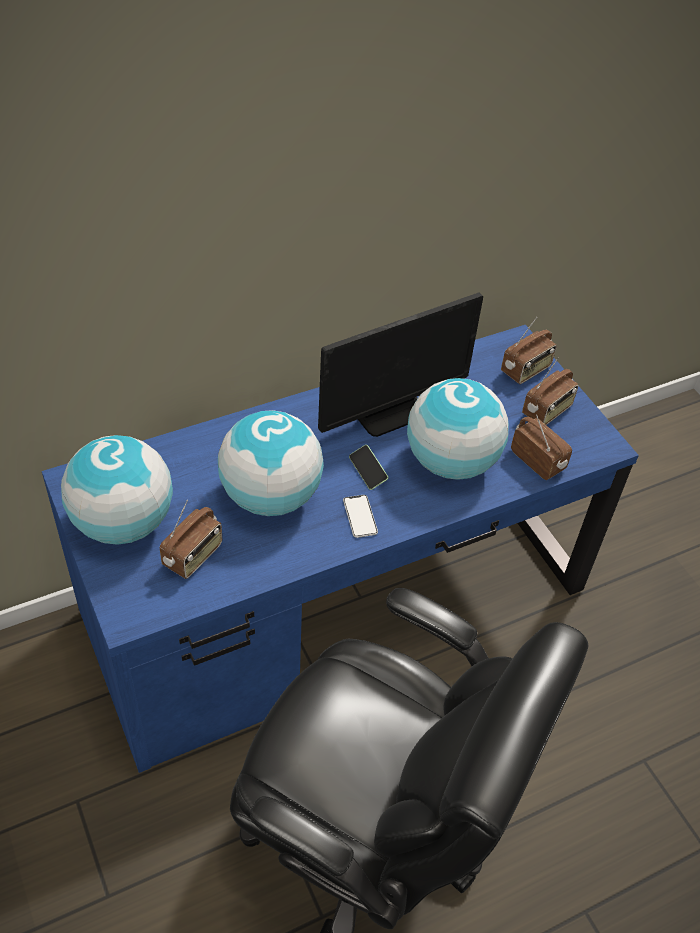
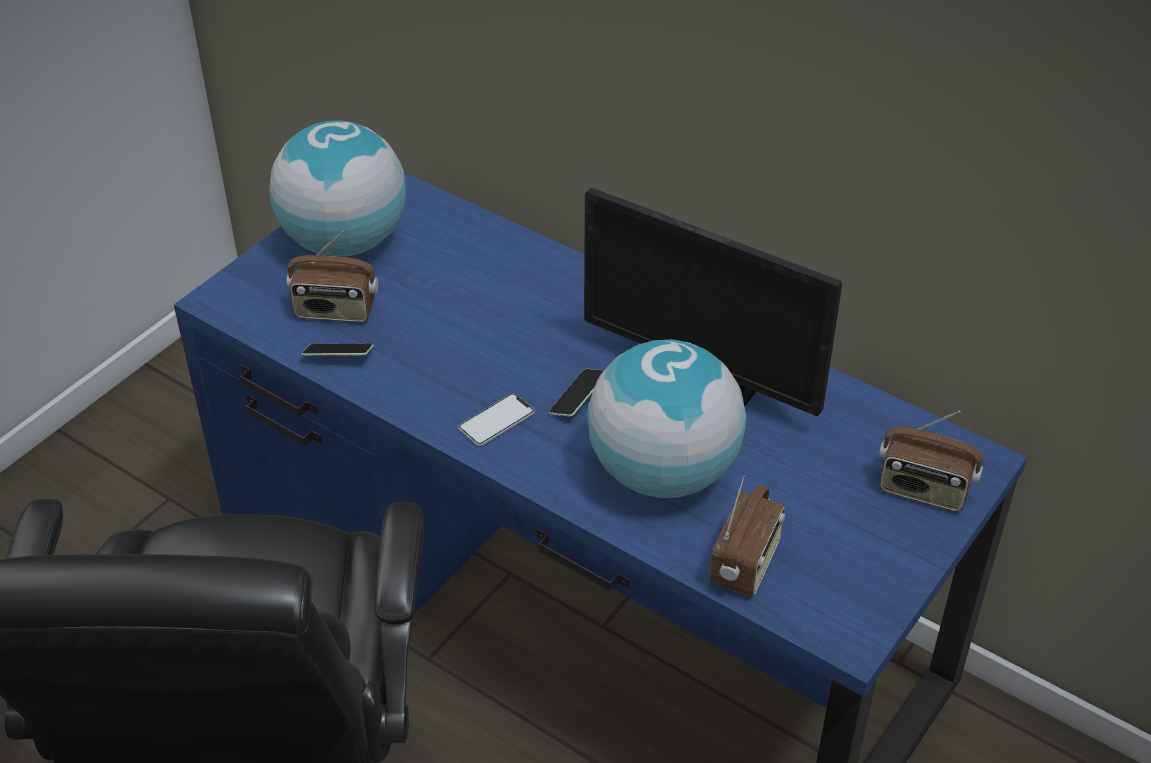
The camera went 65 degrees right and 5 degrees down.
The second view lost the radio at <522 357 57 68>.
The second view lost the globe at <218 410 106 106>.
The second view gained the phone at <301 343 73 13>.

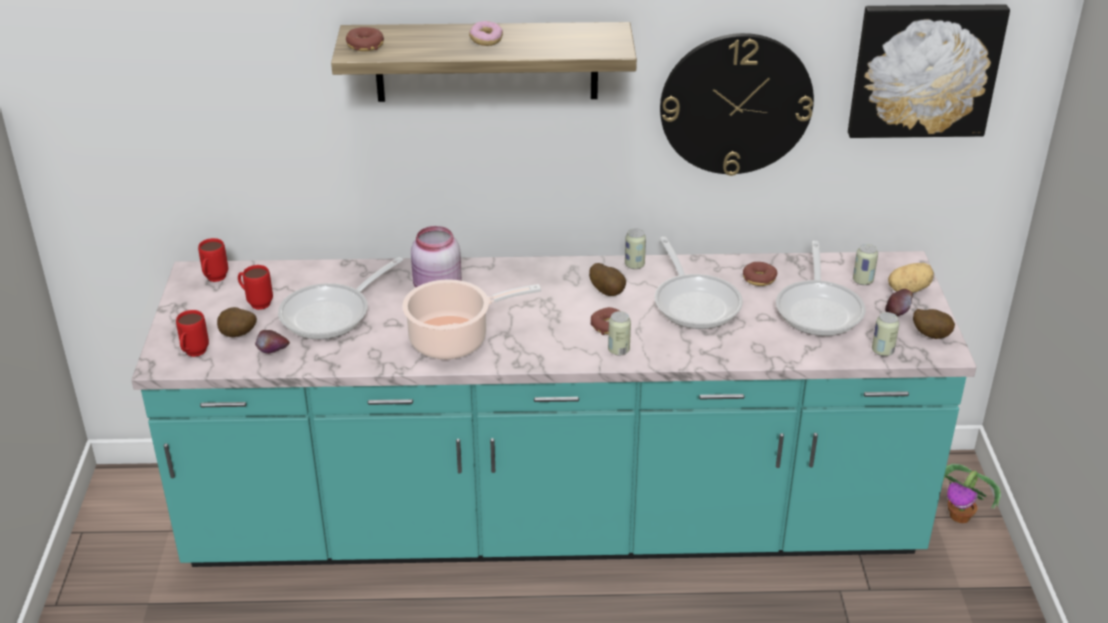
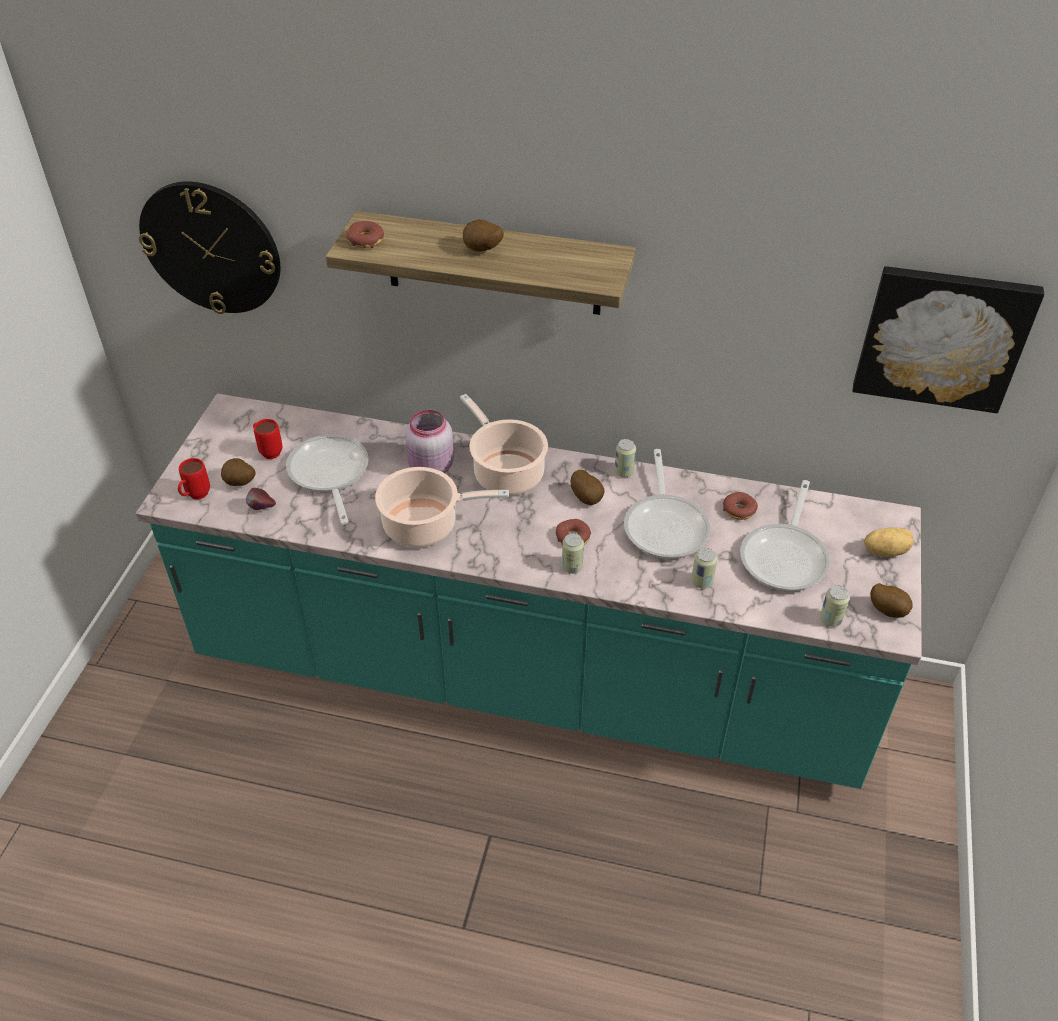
The camera went 15 degrees right and 10 degrees up.
Where the donut stood at <469 21 34 25>, the potato came to stand at <463 219 41 33>.
The wall clock ended up elsewhere, having gone from <660 33 154 143> to <139 181 141 133>.
The second view lost the mug in red at <198 238 30 44>.
The can ended up elsewhere, having gone from <853 244 25 41> to <691 548 26 40>.
The frying pan at <278 257 125 82> ended up facing another way, 105 degrees clockwise from before.
The second view lost the apple at <885 289 28 27>.
The second view lost the potted plant at <943 464 58 59>.
The second view gained the cooking pot at <460 394 88 102>.

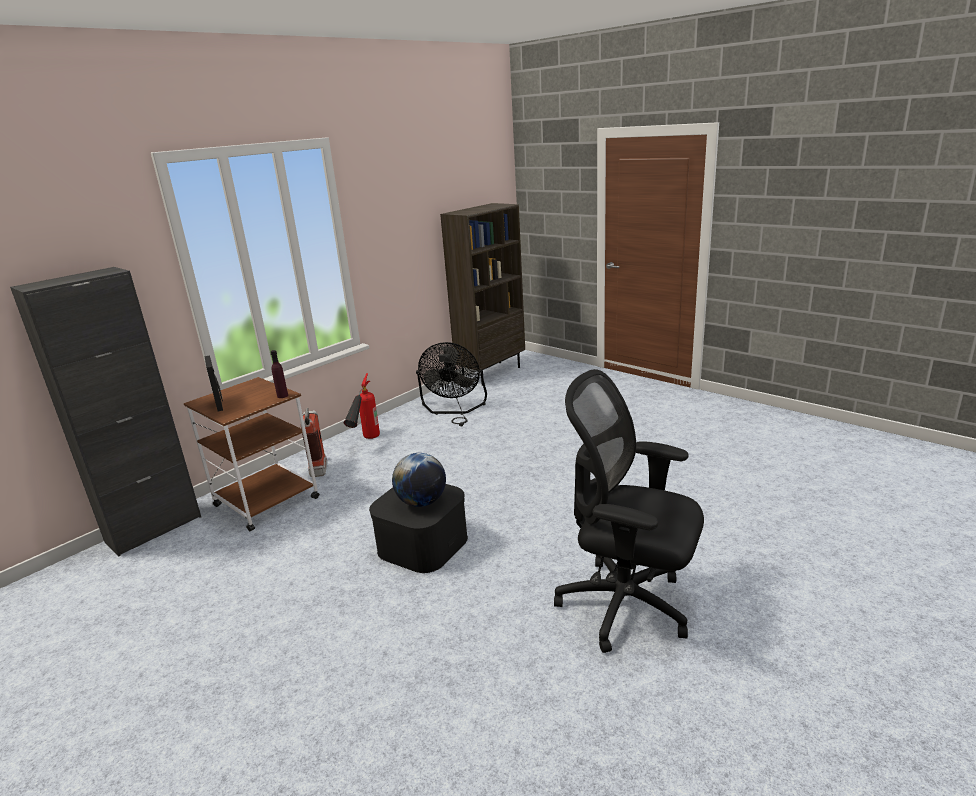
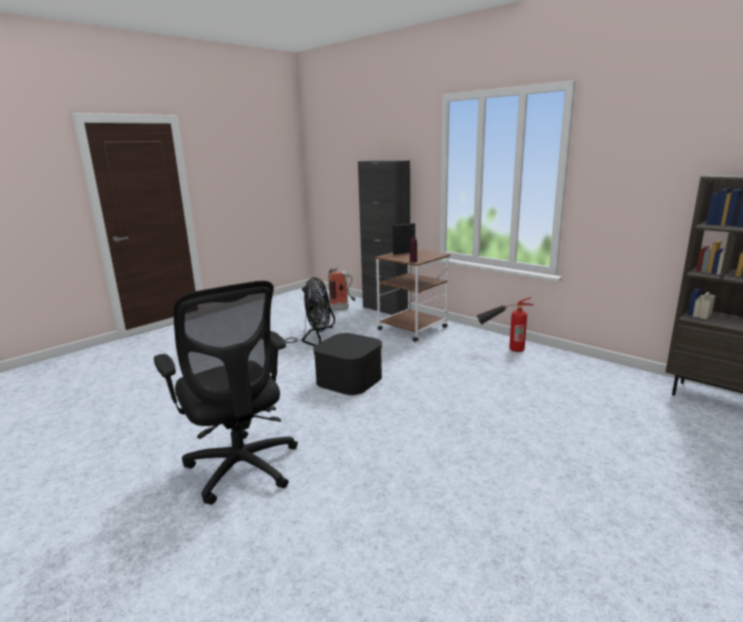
The camera went 90 degrees right and 5 degrees down.
The fan in black ended up elsewhere, having gone from <416 342 71 84> to <284 277 51 69>.
The office chair in black at <554 369 150 284> ended up facing another way, 120 degrees clockwise from before.
The fire extinguisher ended up elsewhere, having gone from <301 408 26 69> to <328 267 28 43>.
The second view lost the globe at <392 453 54 54>.

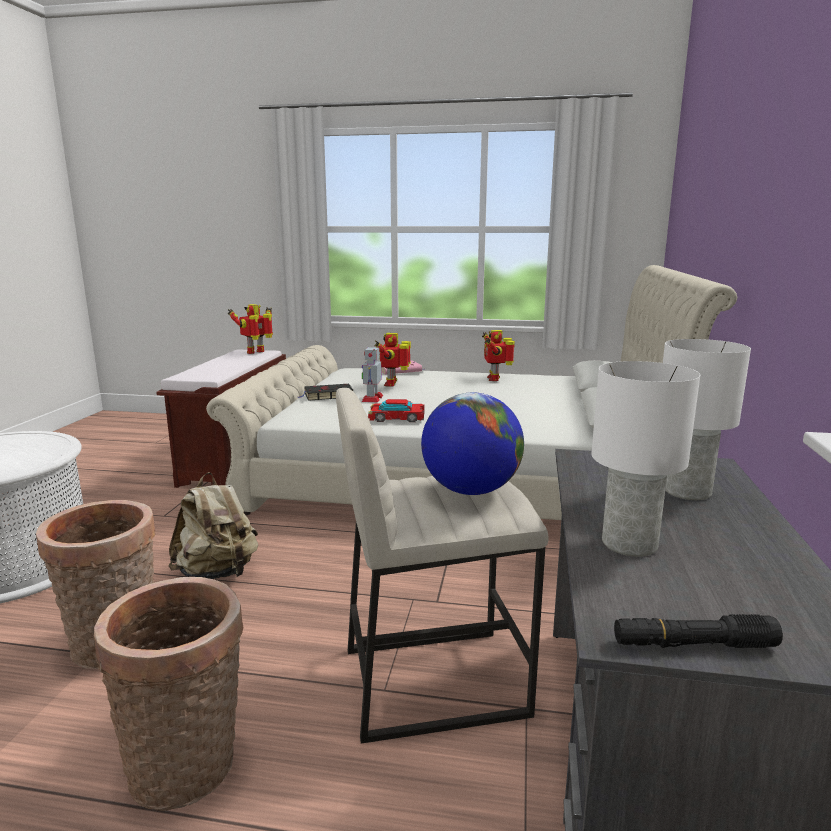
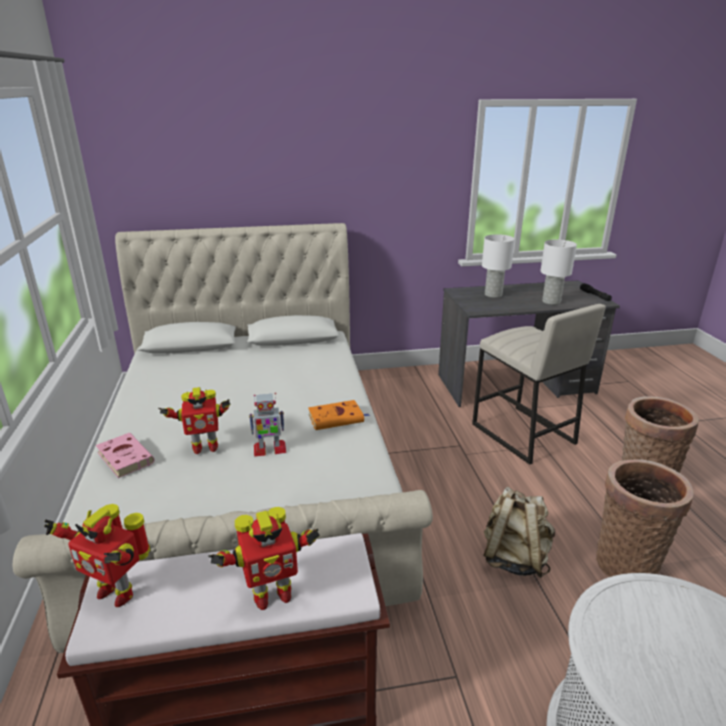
The camera went 110 degrees left and 10 degrees up.
The toy robot ended up elsewhere, having gone from <482 330 33 51> to <208 507 112 103>.
The second view lost the book in black at <298 384 55 17>.
The second view lost the globe at <421 392 103 103>.
Where the toy car stood at <368 399 56 23>, the book in orange came to stand at <308 400 62 30>.

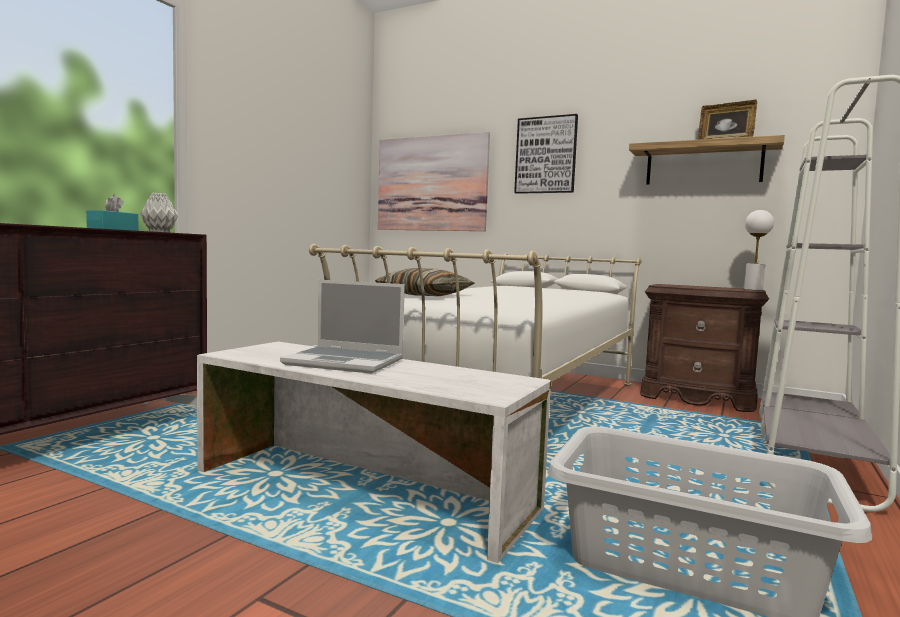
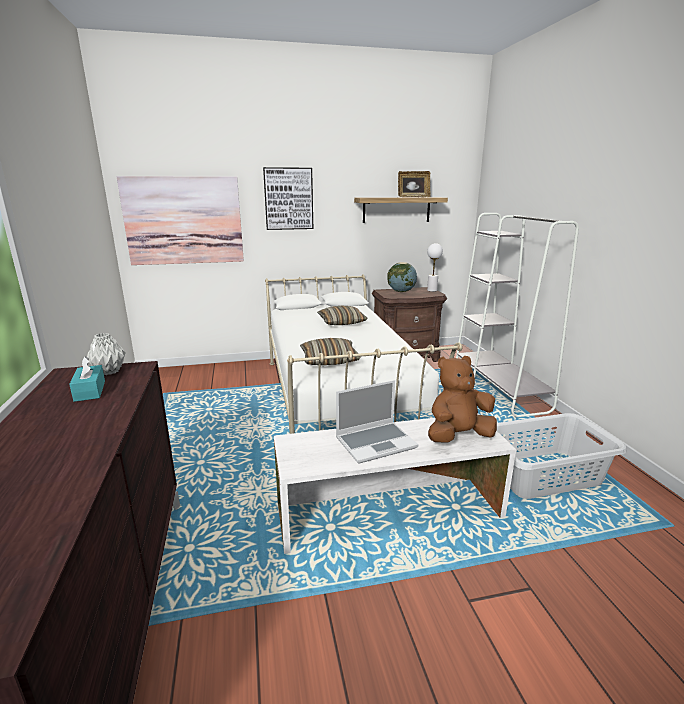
The camera went 40 degrees left and 15 degrees up.
The second view gained the globe at <387 262 30 30>.
The second view gained the pillow at <317 306 51 19>.
The second view gained the plush toy in brown at <428 356 69 87>.

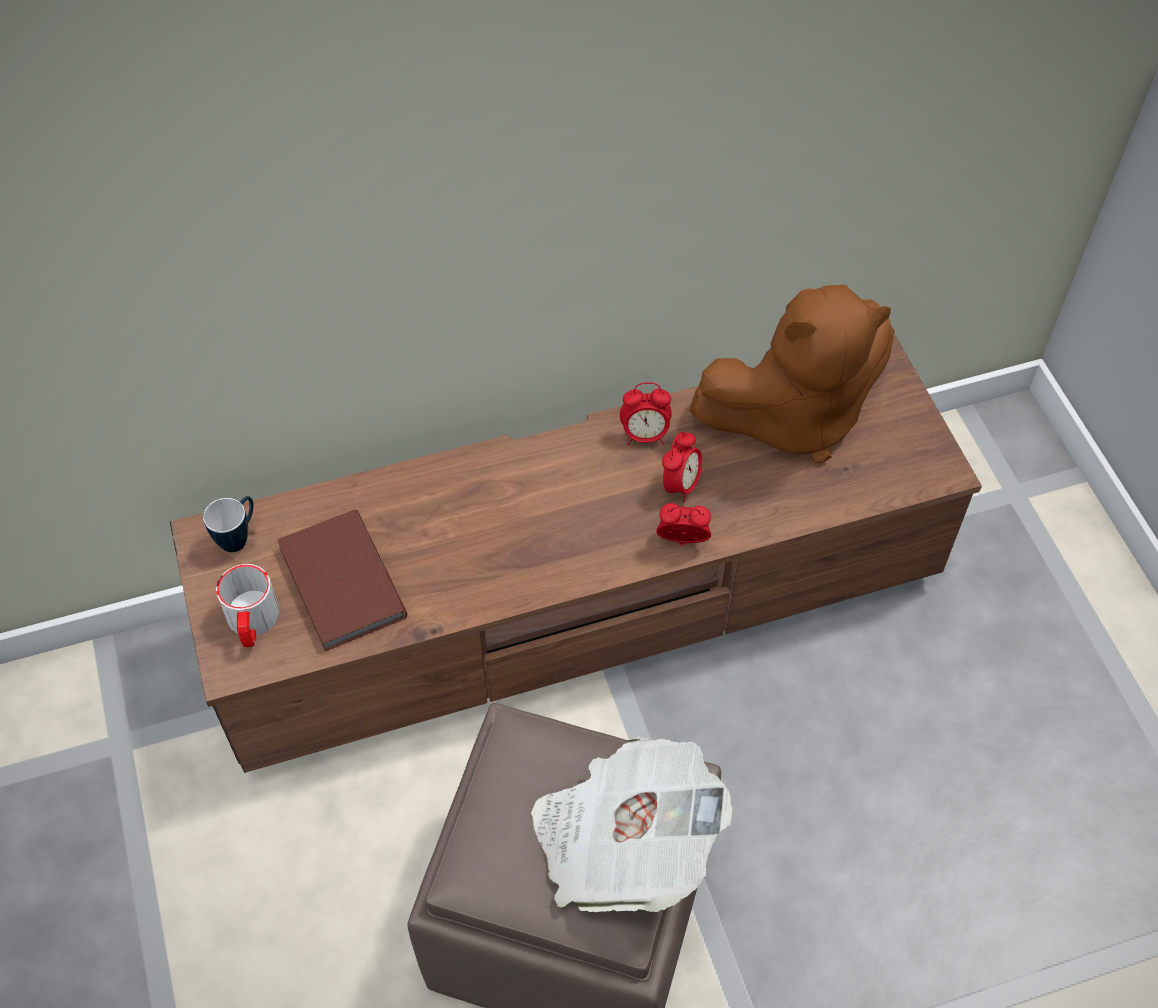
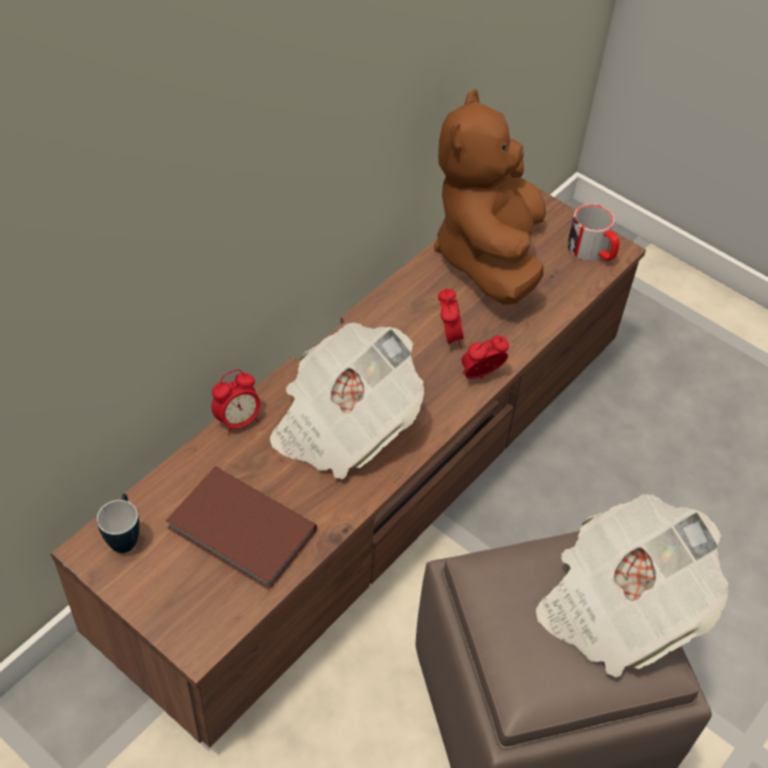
The camera went 35 degrees left and 5 degrees down.
The plush toy in brown at <689 285 206 178> ended up facing another way, 150 degrees clockwise from before.
The alarm clock ended up elsewhere, having gone from <620 382 52 63> to <211 369 49 66>.
The mug ended up elsewhere, having gone from <216 564 63 83> to <567 204 52 57>.
The second view gained the newspaper at <270 322 154 157>.

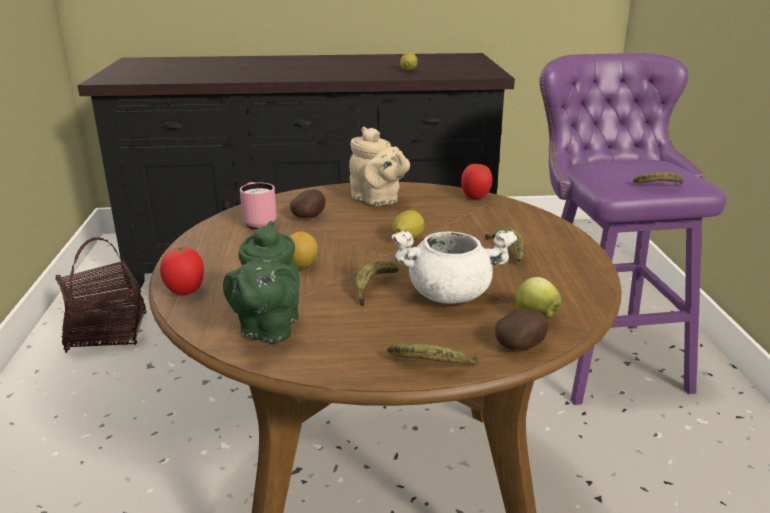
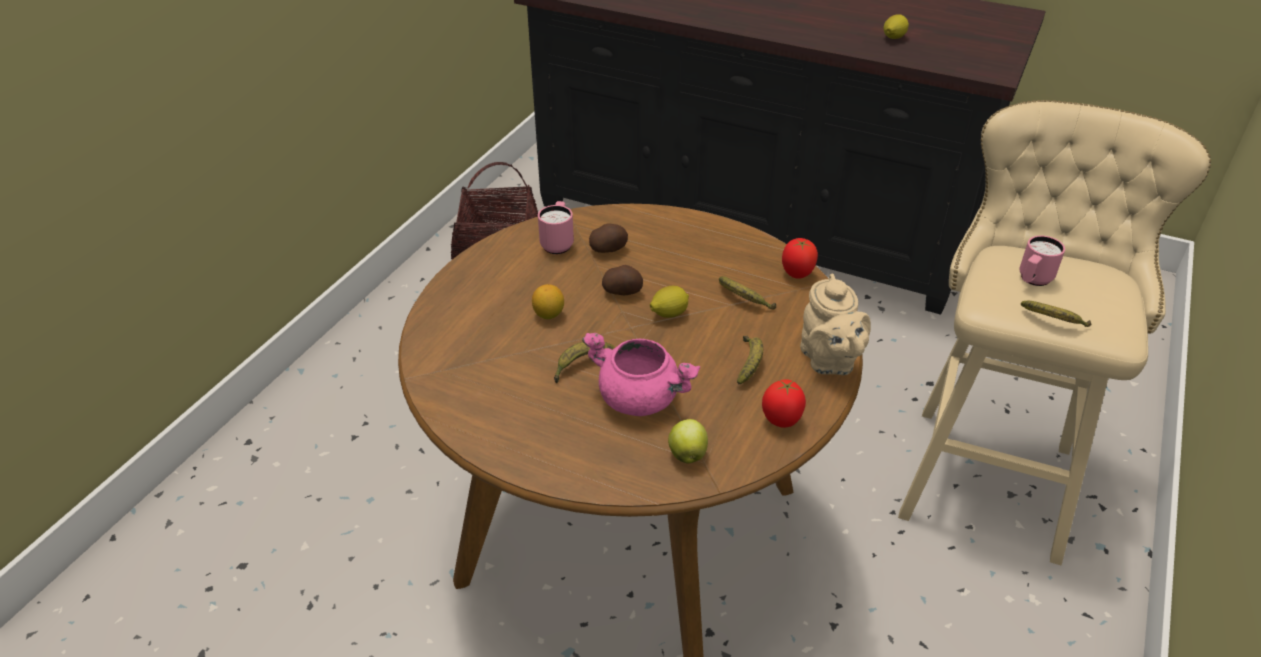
The camera went 30 degrees right and 15 degrees up.
What was the stool in purple at <539 53 188 352> turned into the stool in beige at <898 100 313 465>.
The teapot in beige ended up elsewhere, having gone from <349 127 61 79> to <800 274 71 101>.
The second view lost the teapot in green at <223 221 77 123>.
What was the cooking pot in white at <391 230 126 74> turned into the cooking pot in pink at <582 333 118 83>.
The tomato ended up elsewhere, having gone from <160 246 44 49> to <762 379 44 49>.
The potato ended up elsewhere, having gone from <495 309 54 41> to <602 265 41 30>.
The banana ended up elsewhere, having gone from <387 343 92 22> to <719 276 57 33>.
The second view gained the mug in pink at <1019 236 46 50>.

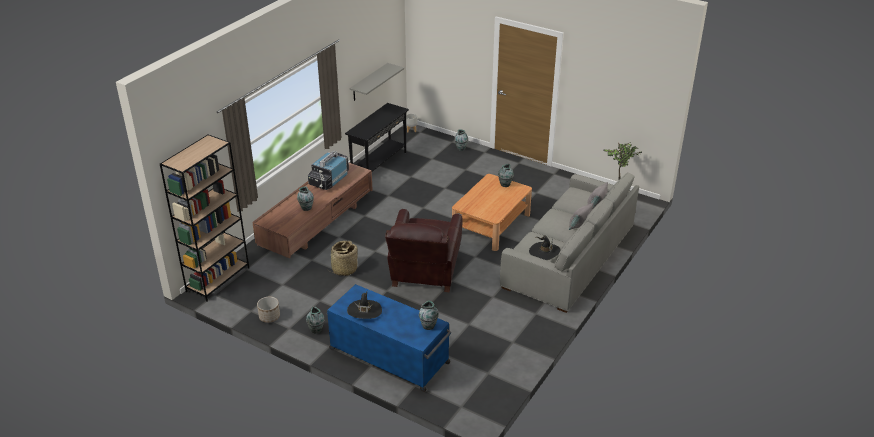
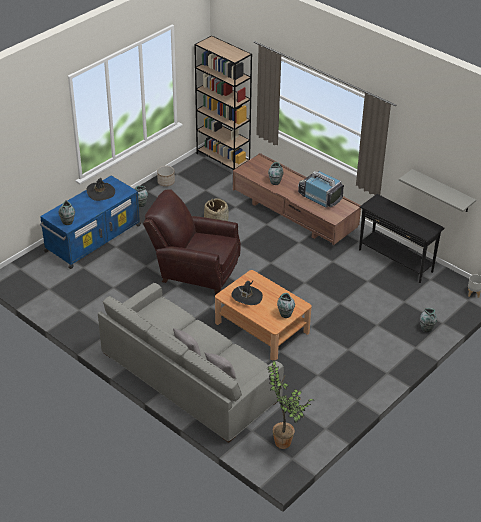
The camera went 100 degrees right and 5 degrees up.
The hat in black ended up elsewhere, having gone from <529 235 32 25> to <231 280 32 25>.

